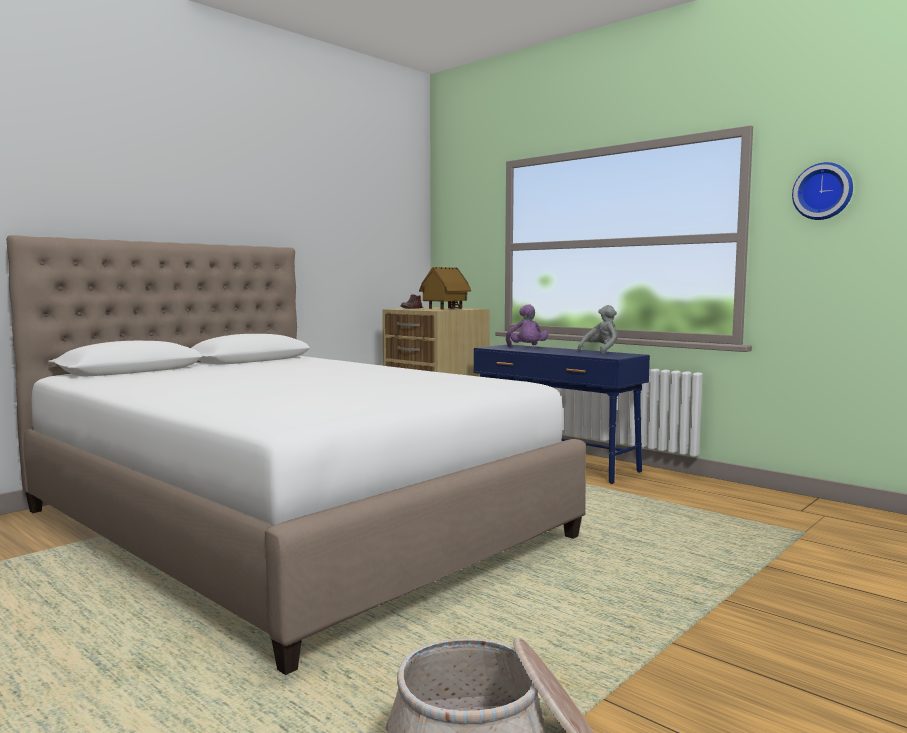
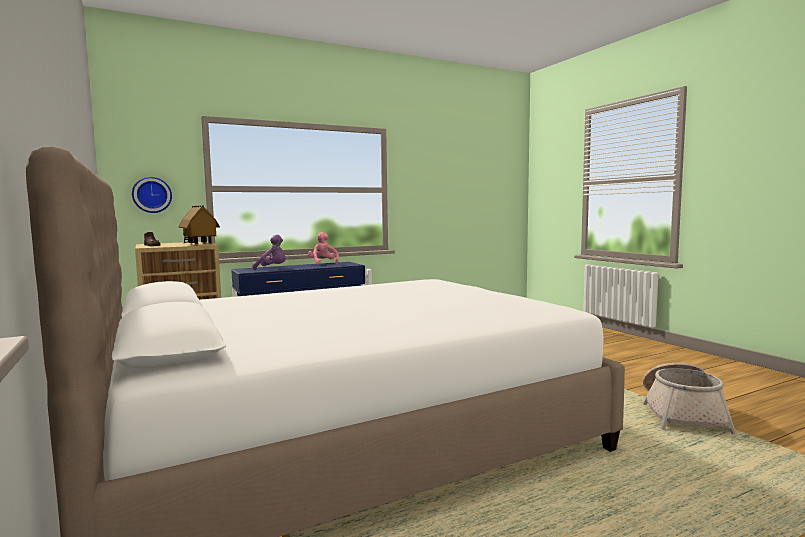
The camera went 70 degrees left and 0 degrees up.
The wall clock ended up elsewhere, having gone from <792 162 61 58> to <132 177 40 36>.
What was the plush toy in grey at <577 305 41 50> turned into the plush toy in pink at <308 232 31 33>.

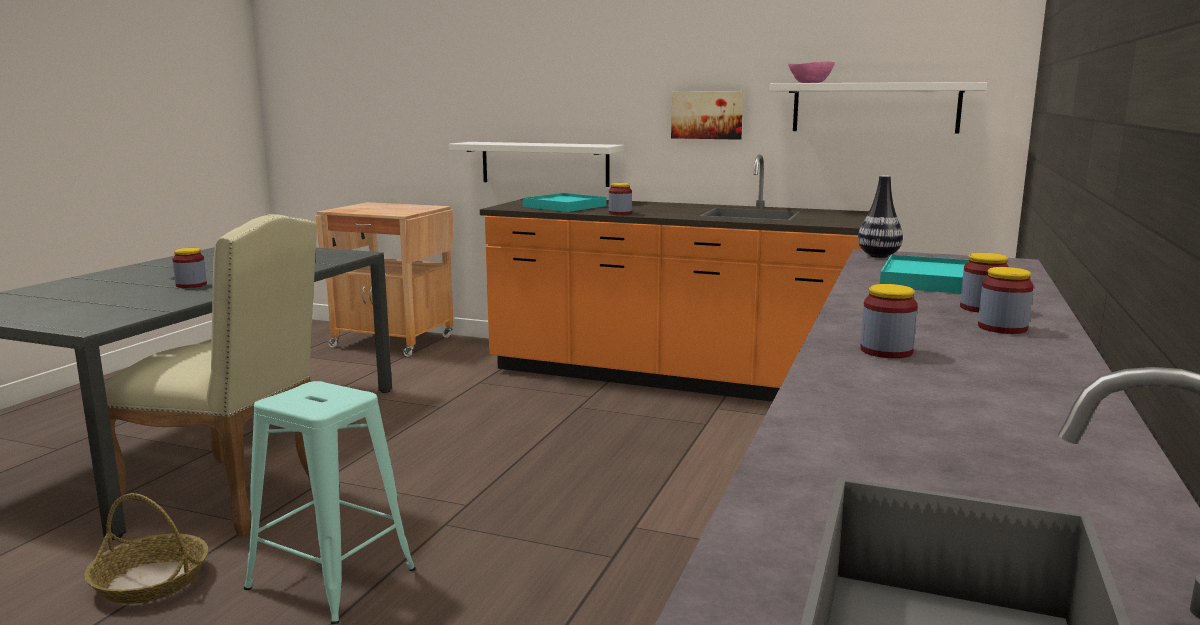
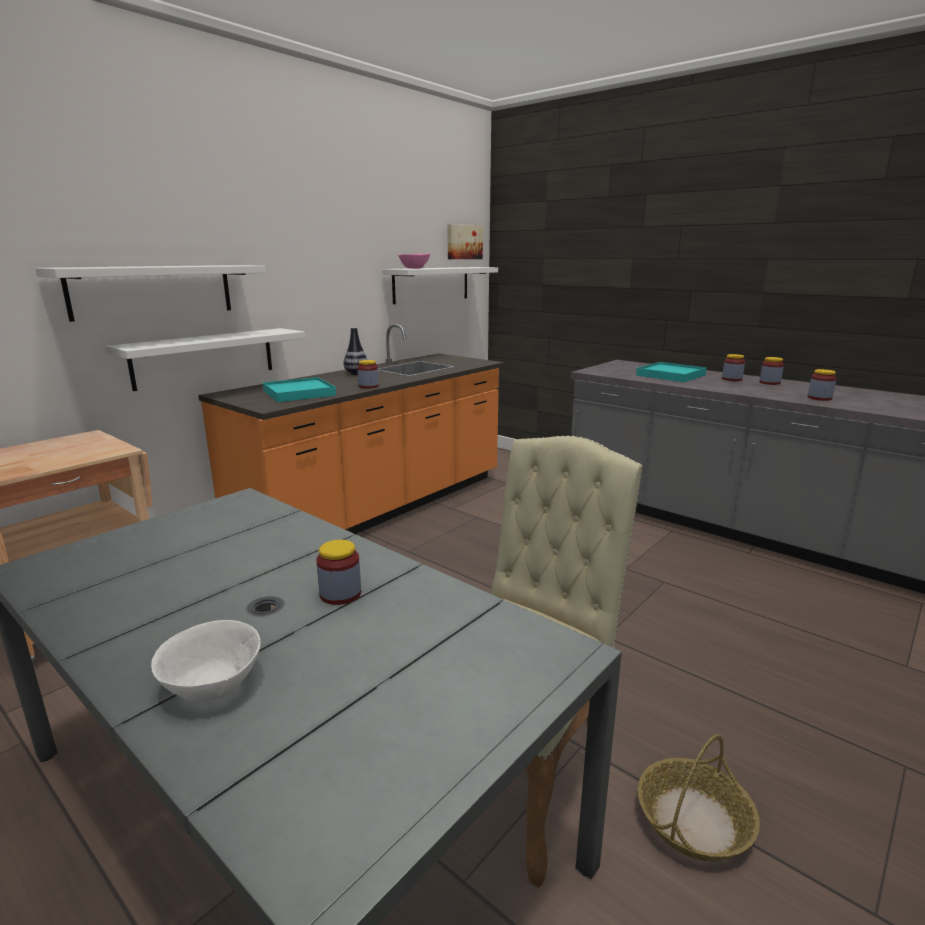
The camera went 70 degrees left and 5 degrees up.
The picture ended up elsewhere, having gone from <671 91 72 49> to <448 224 35 35>.
The vase ended up elsewhere, having gone from <858 175 45 83> to <344 327 24 48>.
The second view lost the stool in turquoise at <244 381 172 243>.
The second view gained the shelf in white at <35 265 230 57>.
The second view gained the bowl in white at <151 620 110 82>.

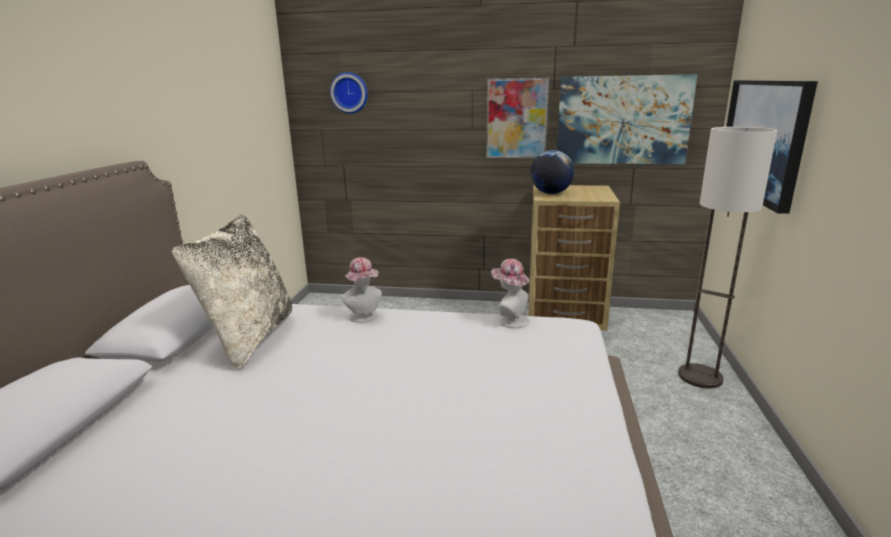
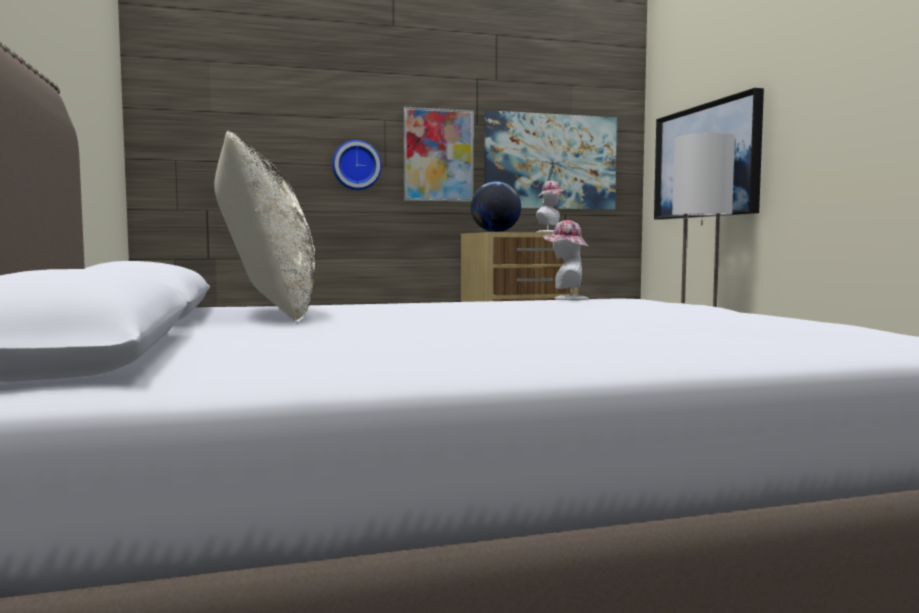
The camera went 25 degrees left and 15 degrees down.
The wall clock ended up elsewhere, having gone from <330 72 38 42> to <332 140 50 50>.
The hat ended up elsewhere, having gone from <341 257 41 66> to <536 181 30 51>.

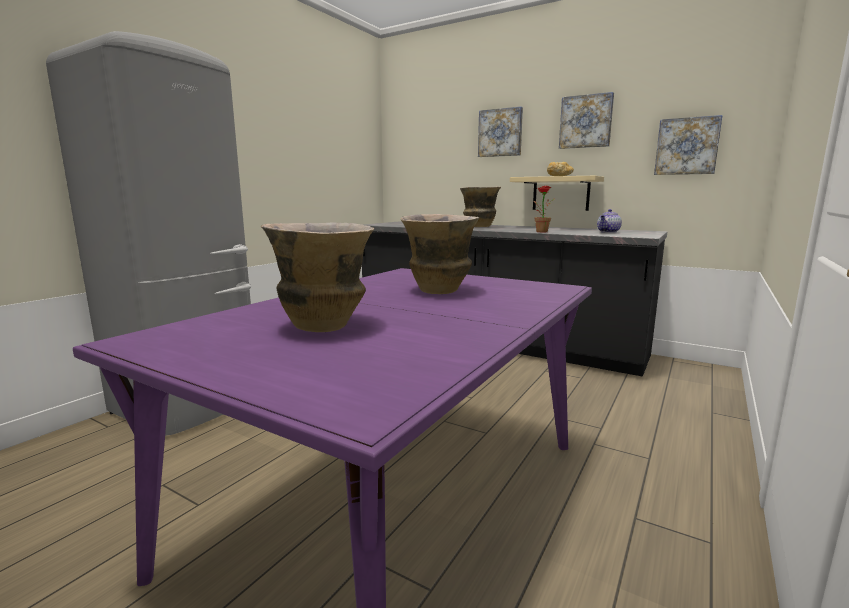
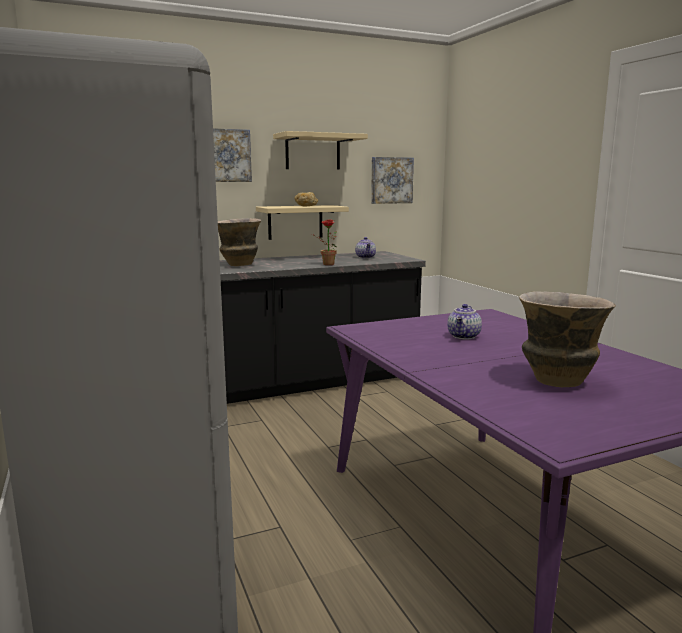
The camera went 55 degrees left and 0 degrees up.
Where the picture hung at <559 92 55 57>, the shelf in beige came to hang at <273 131 95 39>.
Where the vase stood at <400 214 79 80>, the teapot came to stand at <447 304 35 36>.

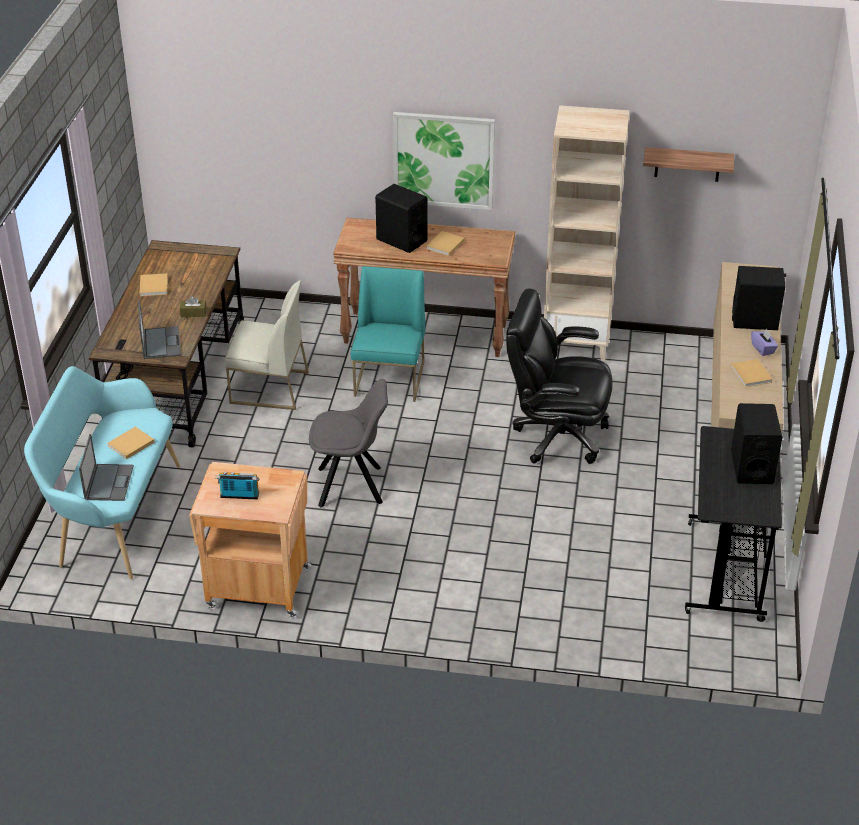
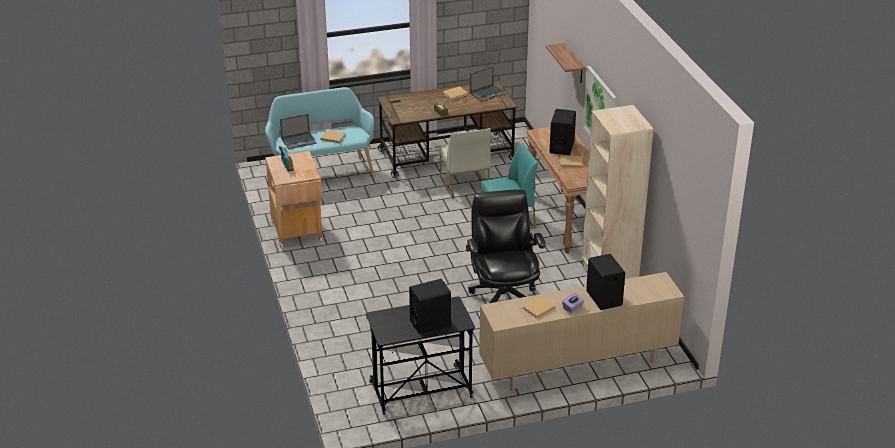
The camera went 65 degrees right and 5 degrees down.
The shelf ended up elsewhere, having gone from <643 147 91 35> to <546 43 40 40>.
The laptop ended up elsewhere, having gone from <138 300 43 59> to <470 66 35 36>.
The second view lost the chair in grey at <309 379 79 129>.

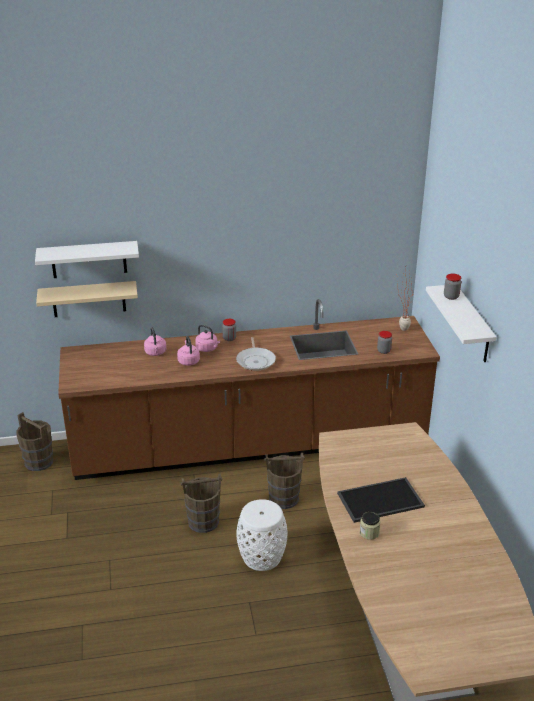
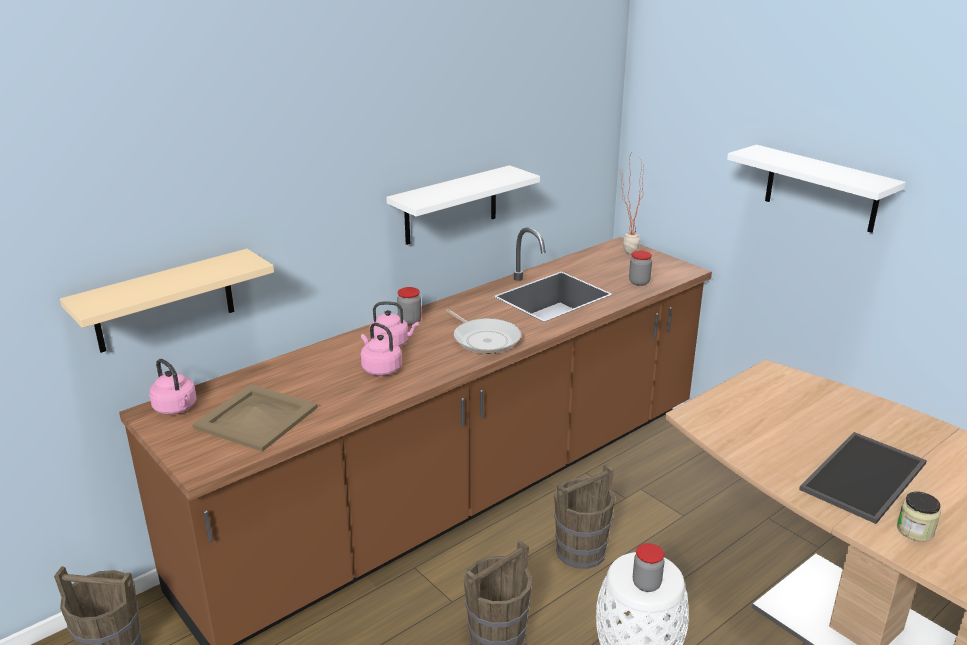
The camera went 30 degrees left and 5 degrees down.
The shelf in white ended up elsewhere, having gone from <35 241 104 37> to <386 165 154 80>.
The jar ended up elsewhere, having gone from <444 274 17 26> to <633 543 31 49>.
The kettle in pink ended up elsewhere, having gone from <144 327 22 29> to <149 359 48 56>.
The second view gained the tray in beige at <192 384 126 68>.

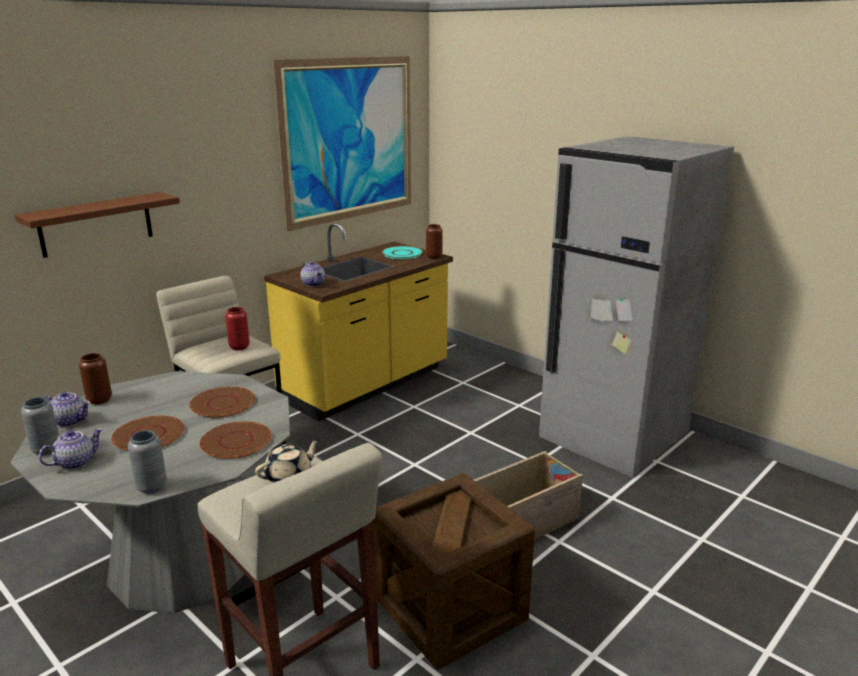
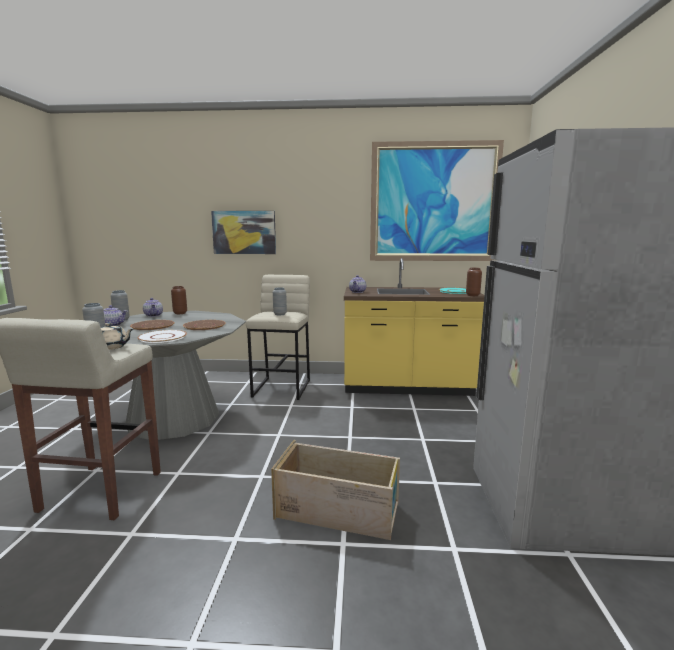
The camera went 50 degrees right and 10 degrees down.
Where the shelf in brown hung at <15 192 165 66>, the picture came to hang at <211 211 65 43>.
What was the vase in red at <225 307 25 43> turned into the vase in grey at <273 287 14 28>.
What was the plate in brown at <200 421 72 38> turned into the plate in white at <138 330 49 13>.
The second view lost the crate at <374 473 161 197>.

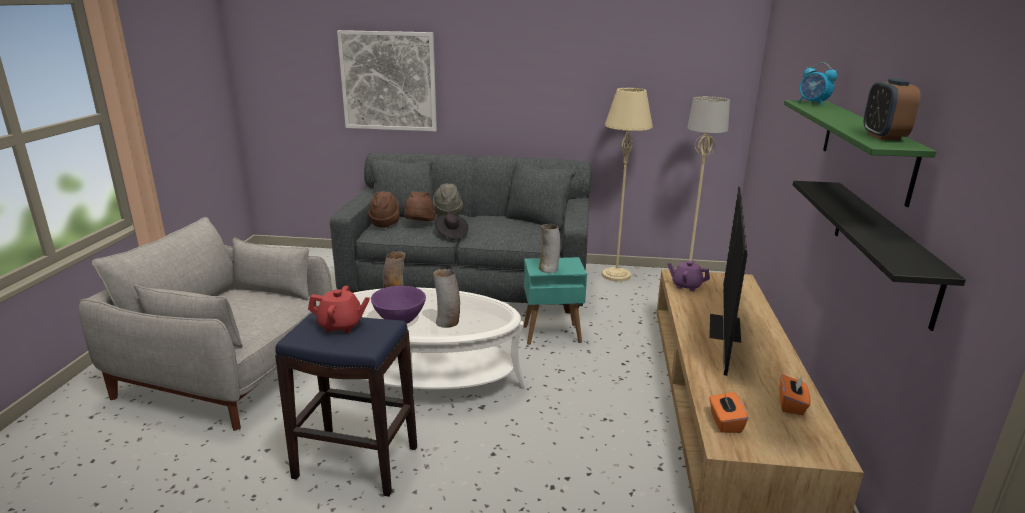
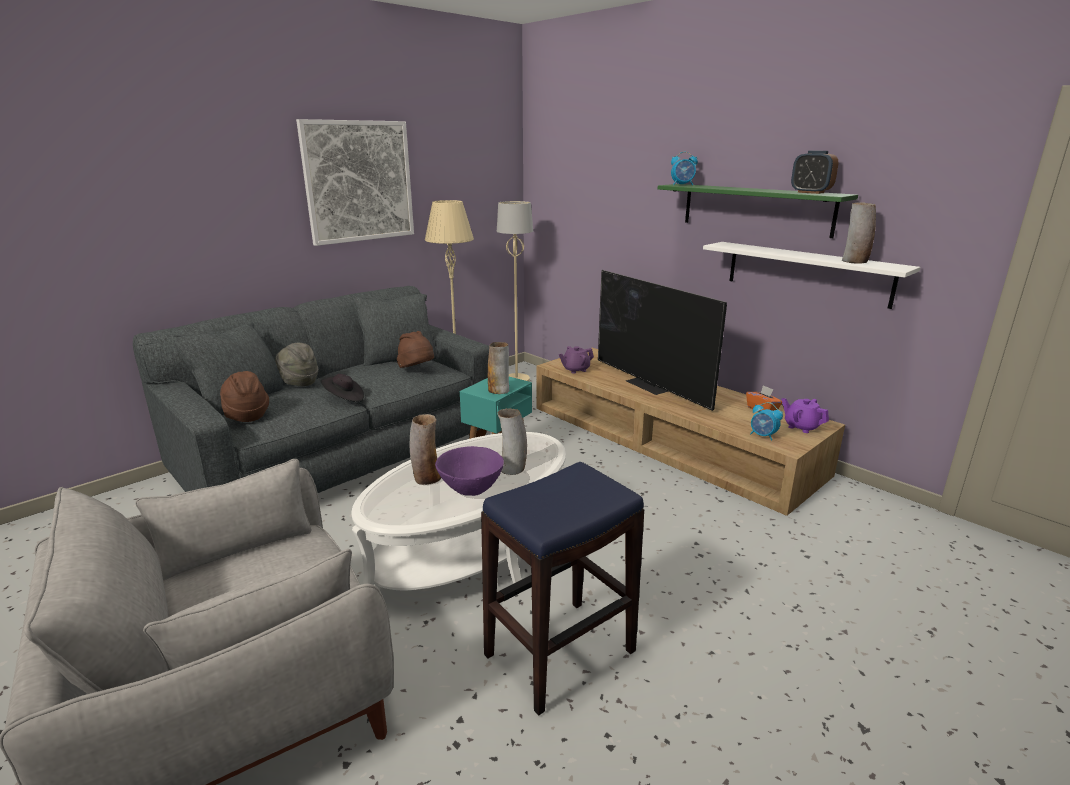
The camera went 50 degrees left and 0 degrees up.
The picture ended up elsewhere, having gone from <337 30 100 101> to <296 119 118 127>.
What was the shelf in black at <793 181 173 150> turned into the shelf in white at <703 242 217 67>.
The hat in brown ended up elsewhere, having gone from <404 191 32 30> to <397 331 37 37>.
The second view lost the teapot in red at <308 285 62 48>.
Where the tissue box in orange stood at <709 389 39 44>, the alarm clock came to stand at <750 402 33 39>.
The second view gained the vase at <842 202 34 62>.
The second view gained the teapot in purple at <782 398 47 35>.

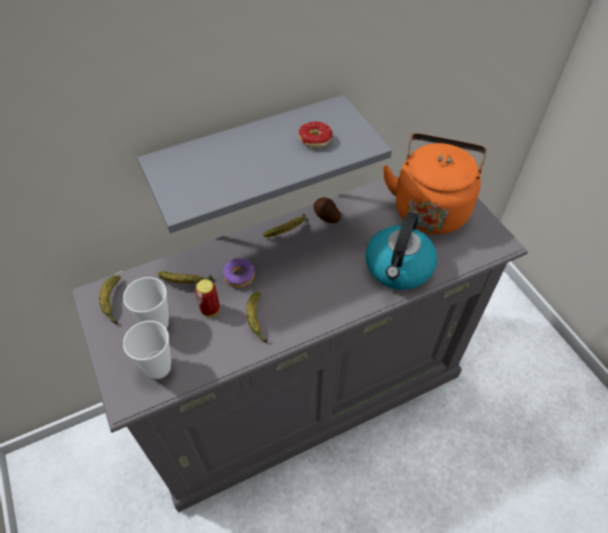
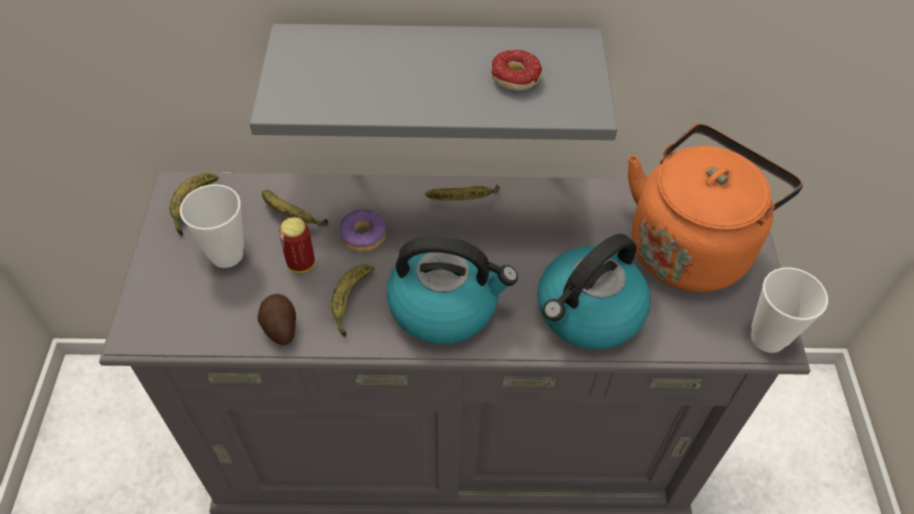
The camera went 25 degrees right and 0 degrees up.
The potato ended up elsewhere, having gone from <313 197 28 26> to <258 294 38 51>.
The cup ended up elsewhere, having gone from <123 321 48 58> to <751 267 77 86>.
The second view gained the kettle at <387 236 131 108>.

